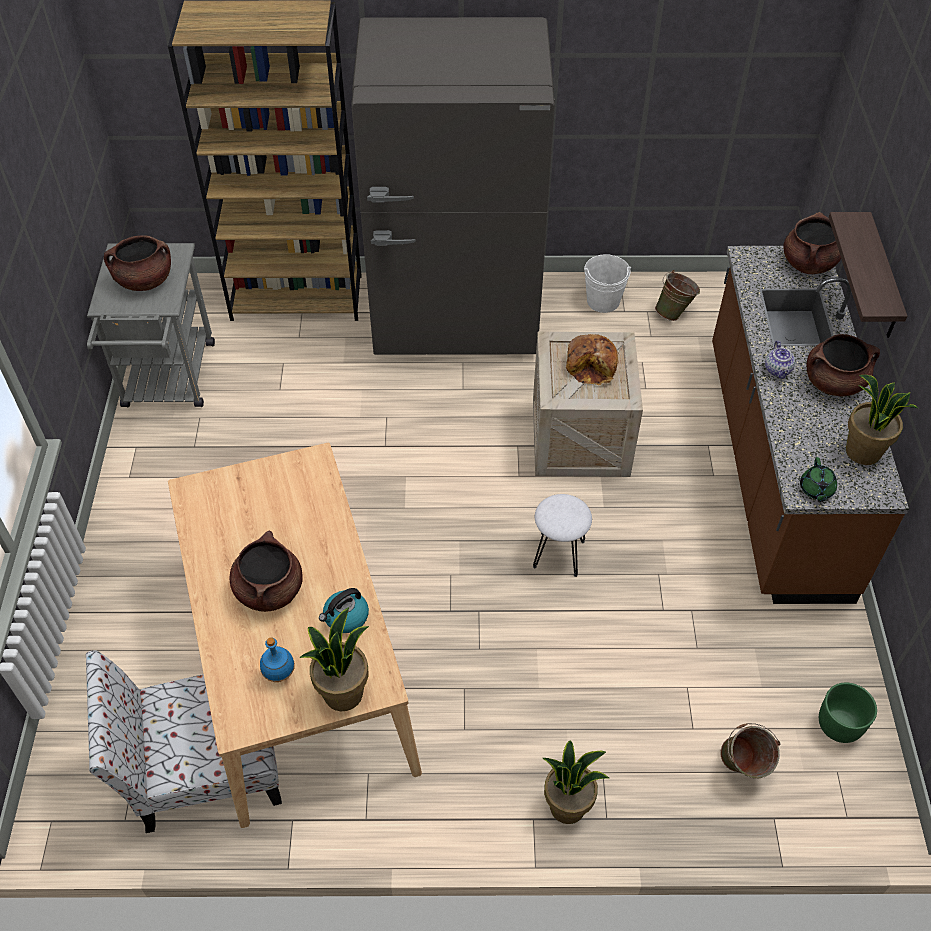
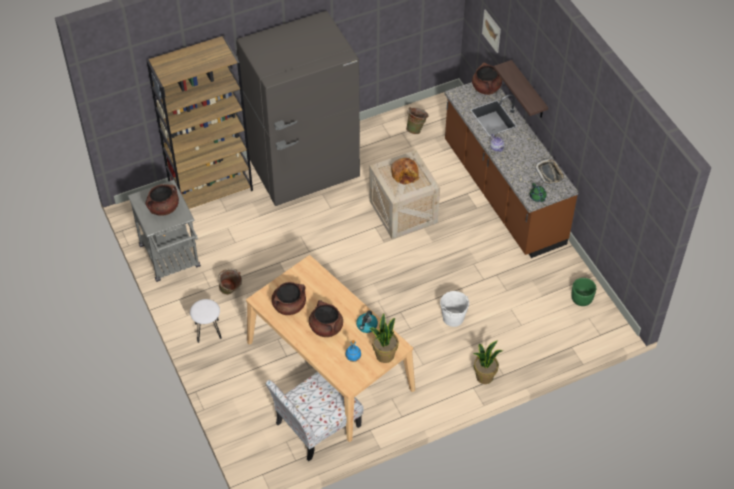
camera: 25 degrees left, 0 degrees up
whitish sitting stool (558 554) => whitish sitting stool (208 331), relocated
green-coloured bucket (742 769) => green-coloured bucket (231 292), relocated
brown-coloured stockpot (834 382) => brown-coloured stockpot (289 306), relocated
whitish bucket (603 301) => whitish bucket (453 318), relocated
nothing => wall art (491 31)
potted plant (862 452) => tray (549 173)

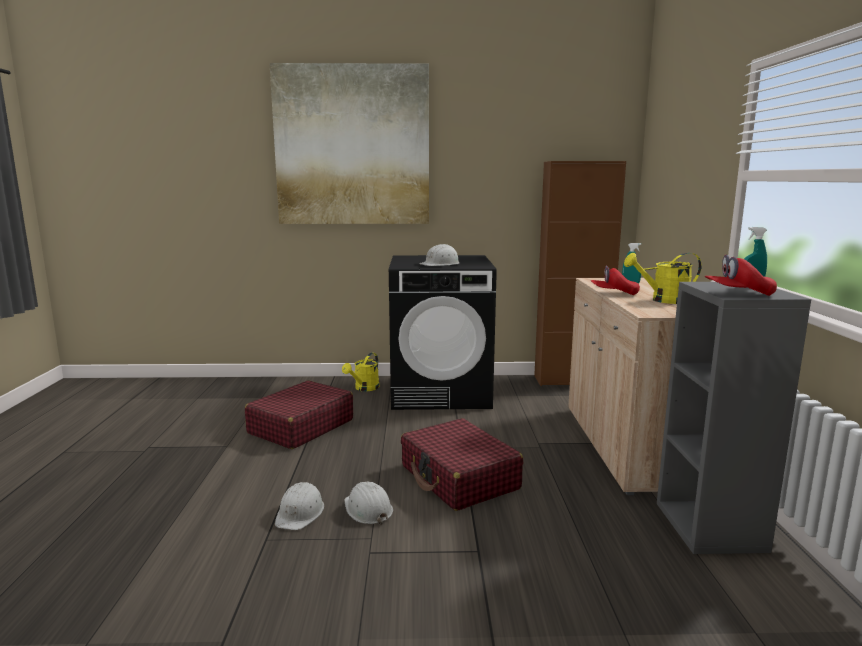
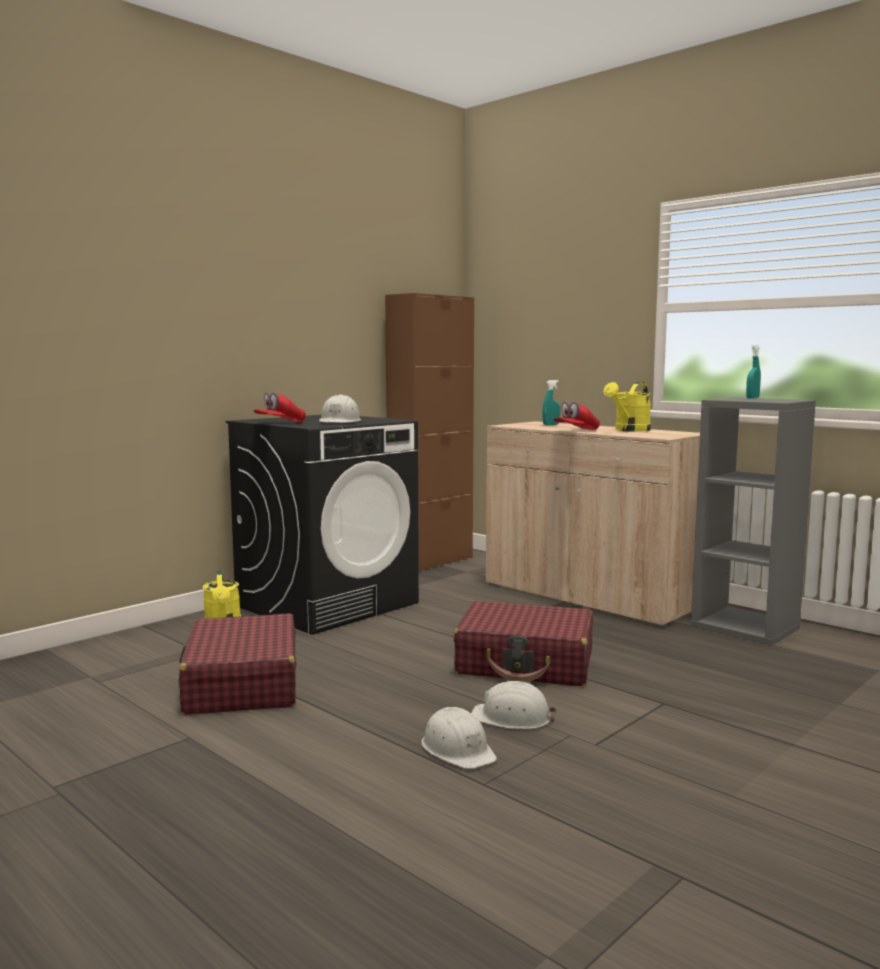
camera: 45 degrees left, 5 degrees down
red cap (738 294) => red cap (280 423), relocated
wall art (352 146) => nothing

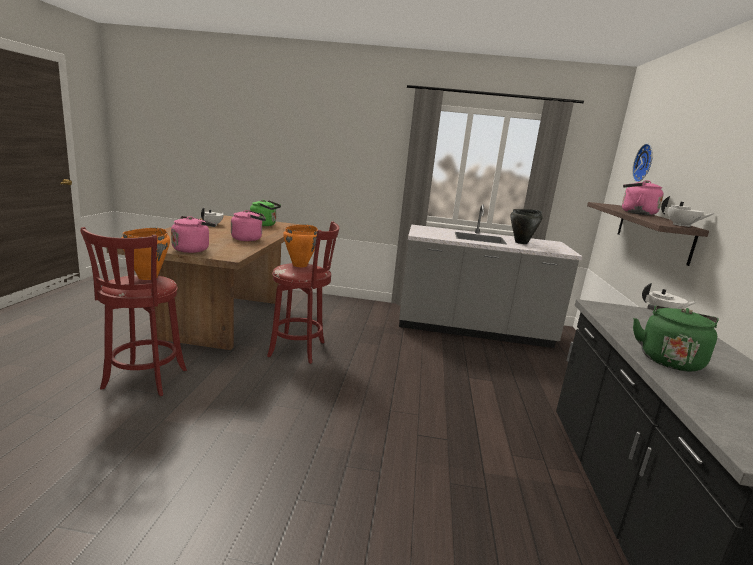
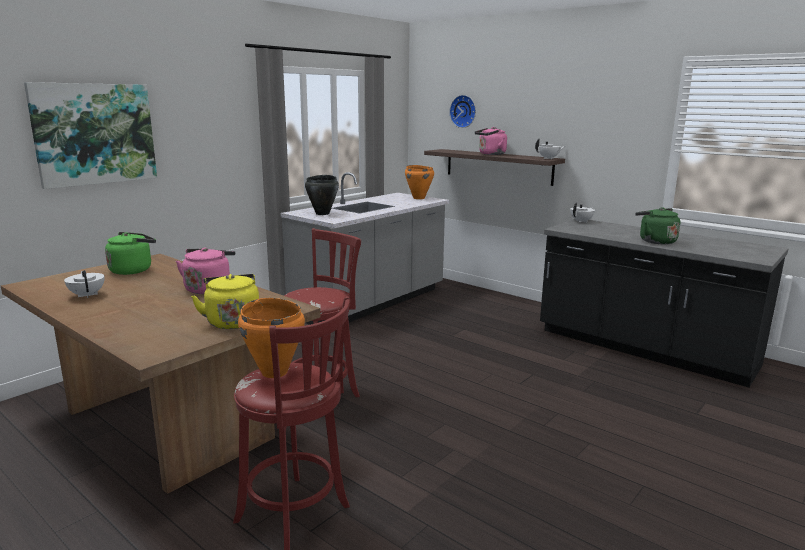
camera: 55 degrees left, 0 degrees up
nothing => wall art (94 134)
pink kettle (192 249) => yellowish kettle (232 321)
black stockpot (521 242) => black stockpot (323 213), relocated
orange stockpot (300 265) => orange stockpot (419 198), relocated

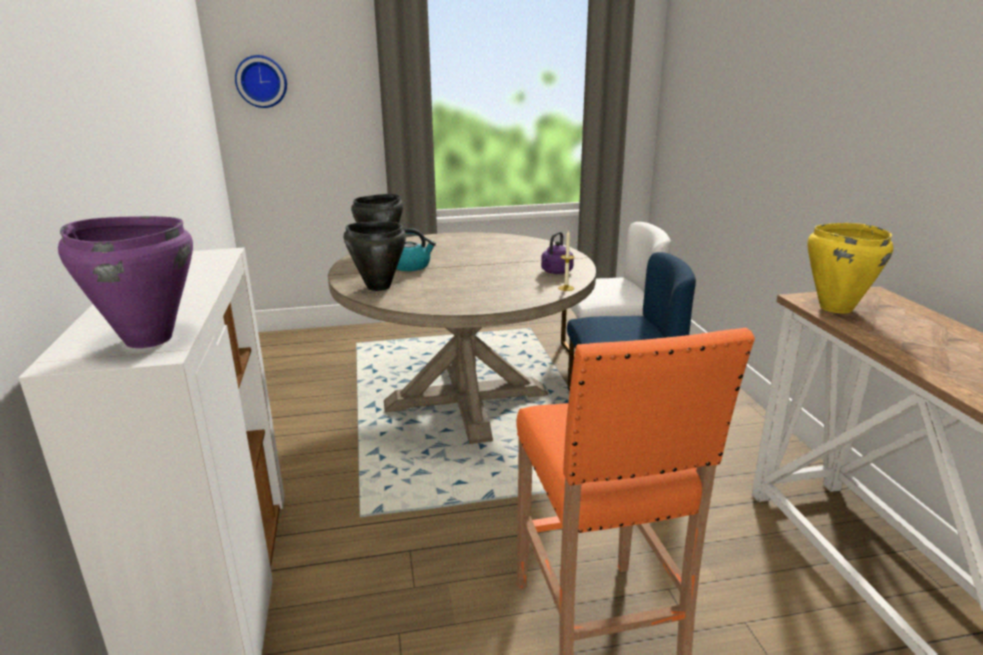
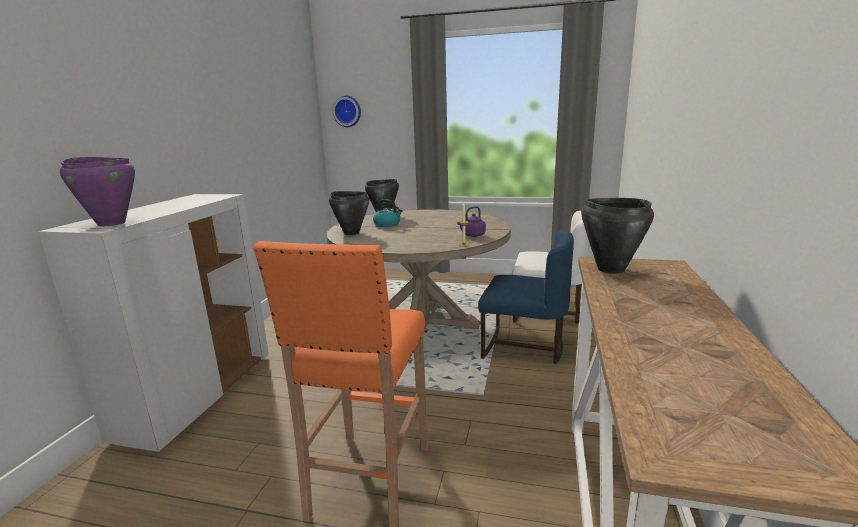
camera: 25 degrees right, 5 degrees down
yellowish stockpot (835 308) => black stockpot (610 269)

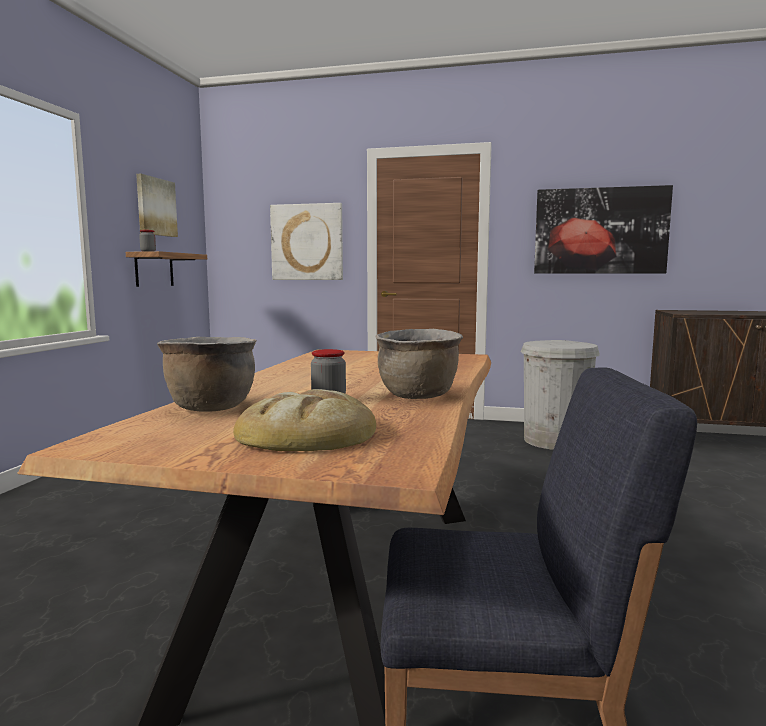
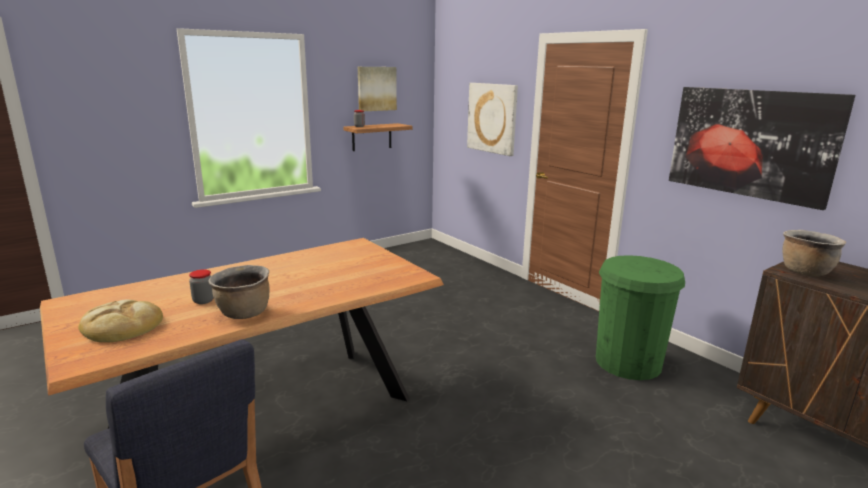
camera: 40 degrees right, 10 degrees up
whitish waste bin (555 441) => green-coloured waste bin (628 362)
brown-coloured stockpot (210 407) => brown-coloured stockpot (805 272), relocated

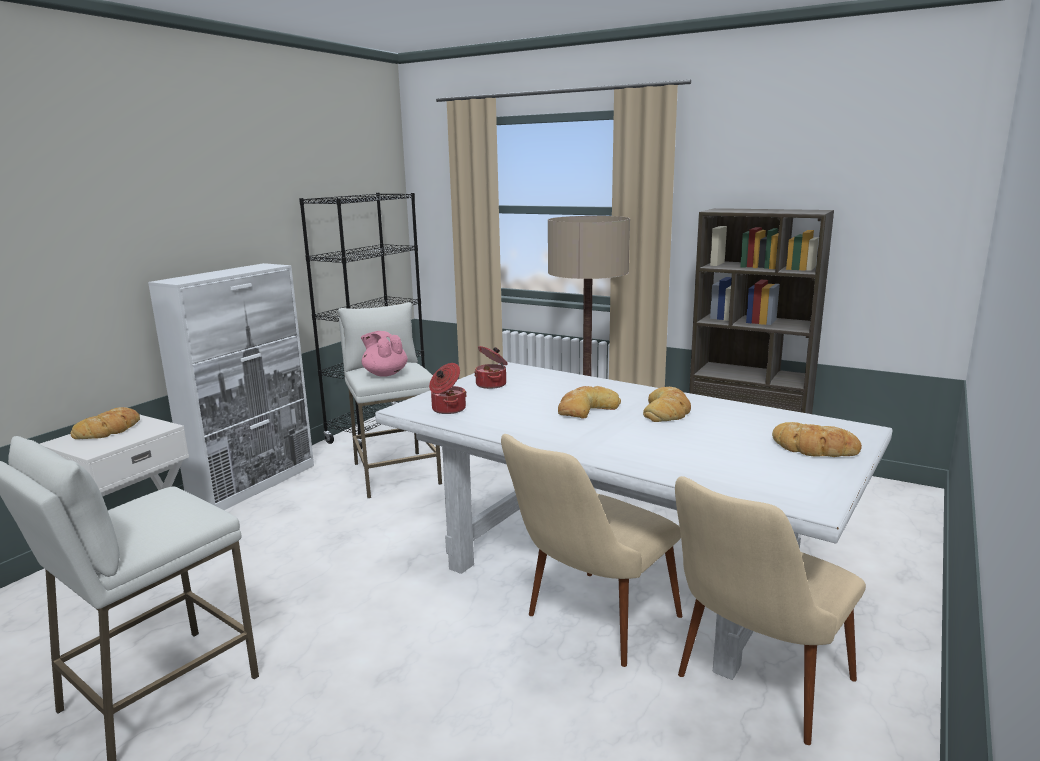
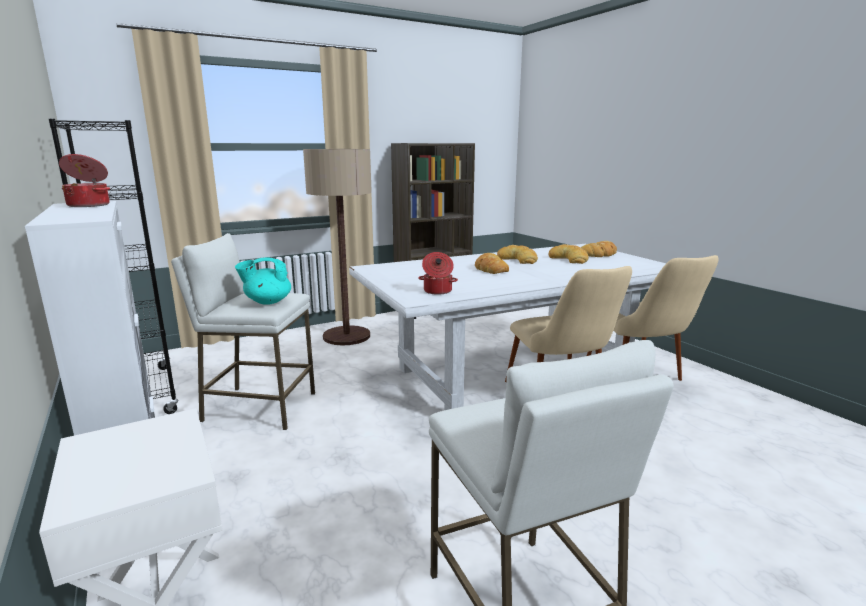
camera: 60 degrees left, 0 degrees up
stockpot (492 384) => stockpot (90 205), relocated
pink tea pot (385 374) => blue-green tea pot (267 302)
bakery bread (110 430) => bakery bread (569 259), relocated

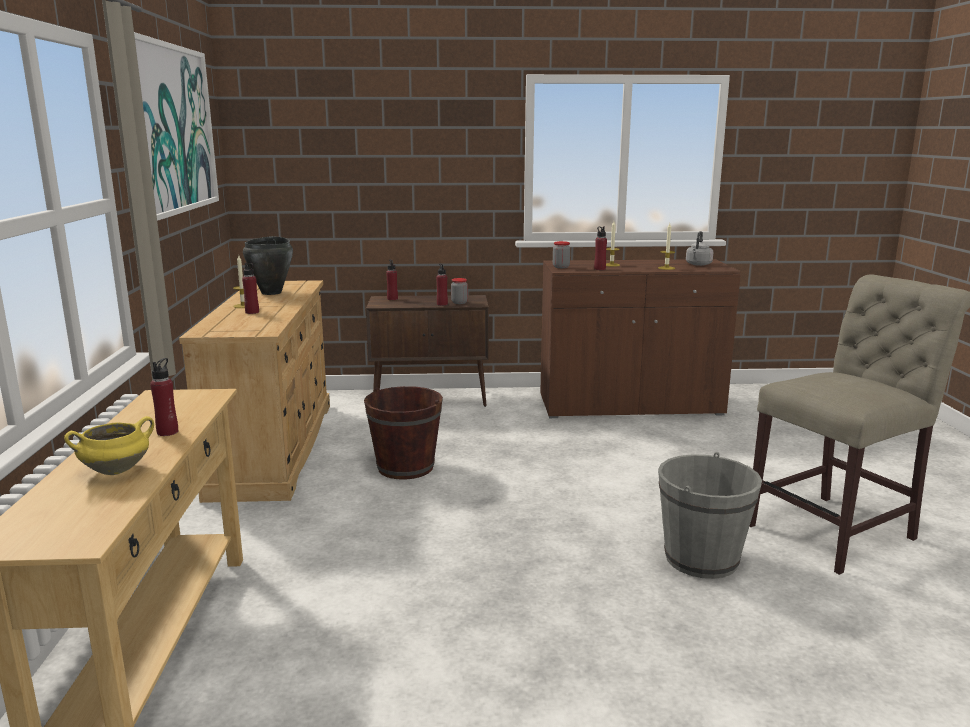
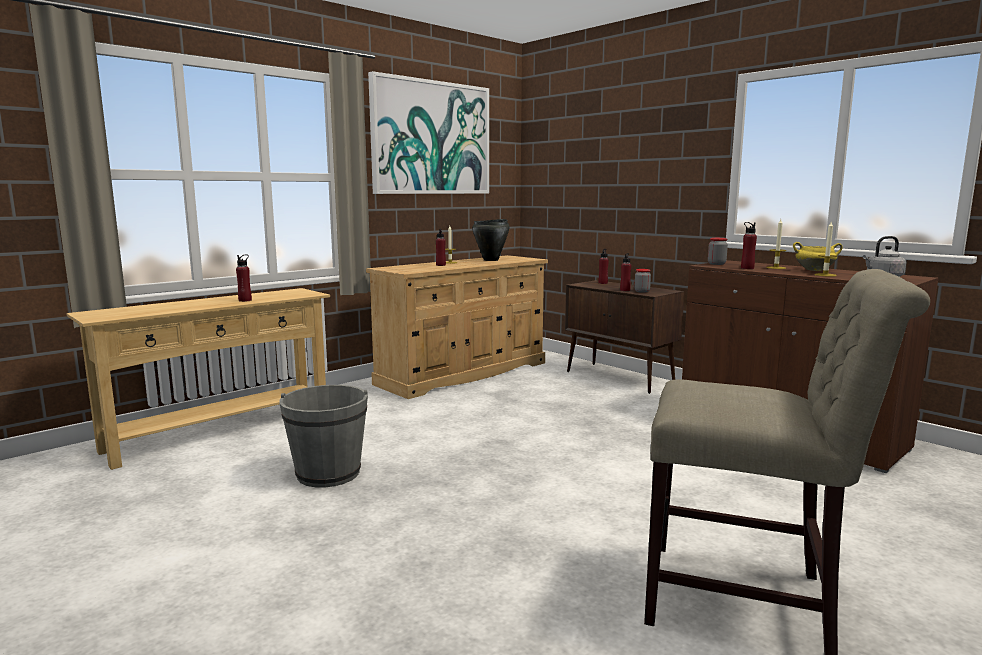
camera: 50 degrees right, 5 degrees down
grey bucket (701 559) => grey bucket (328 473), relocated
yellowish stockpot (117 470) => yellowish stockpot (815 270), relocated
brown-coloured bucket (405 467) => nothing

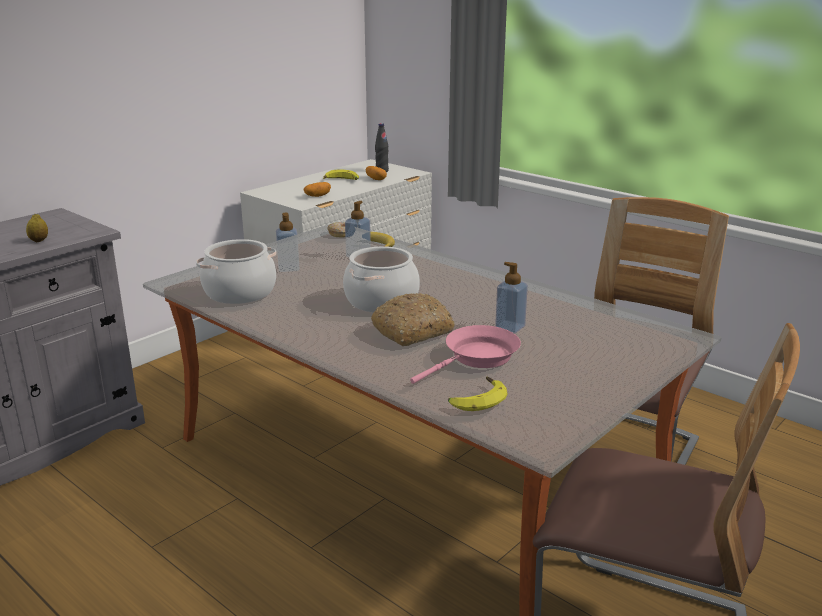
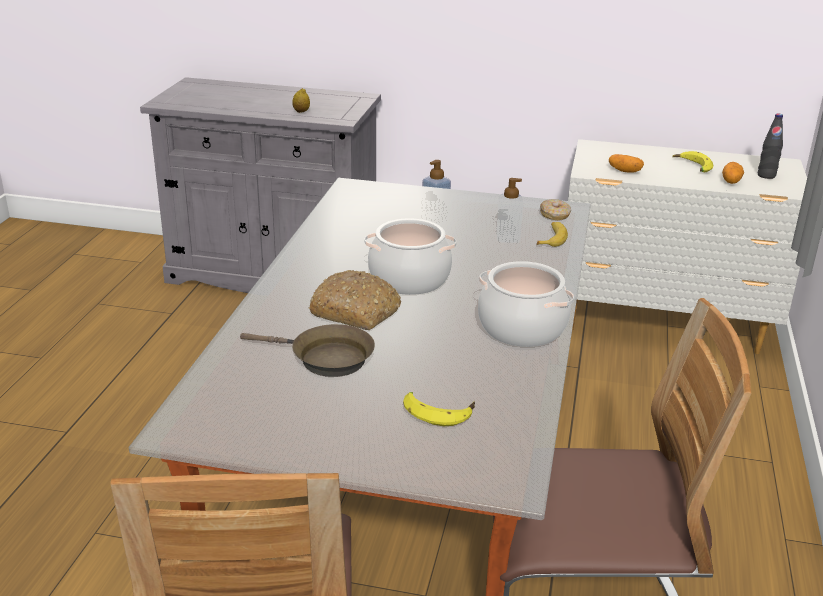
camera: 60 degrees right, 5 degrees up
pink frying pan (477 358) => brown-coloured frying pan (325 359)
banana (476 400) => banana (438 412), relocated
stockpot (239 292) => stockpot (521 328), relocated
soap bottle (510 327) => nothing

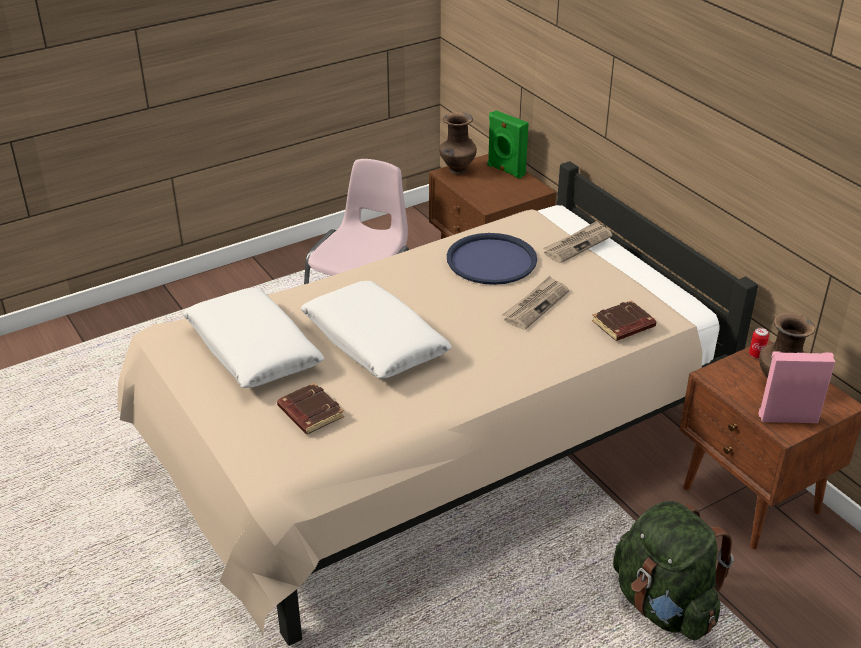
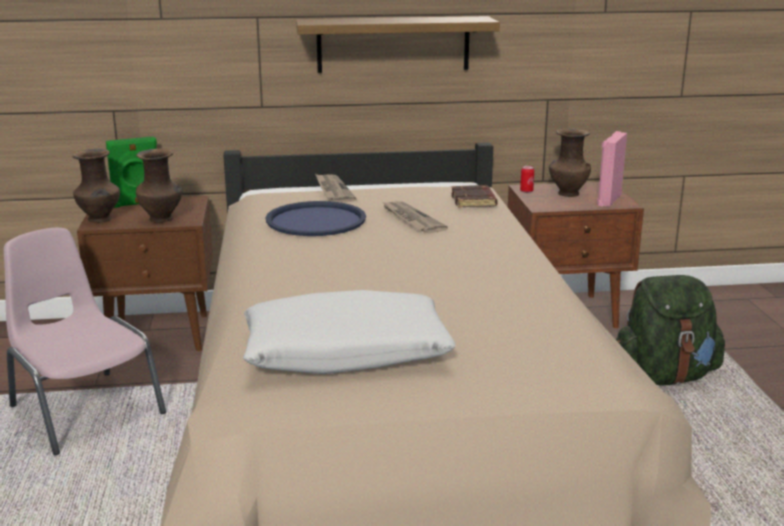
camera: 65 degrees left, 15 degrees down
nothing => brown-coloured vase (162 219)
nothing => shelf (393 44)
brown-coloured book (309 413) => nothing
whitish cushion (374 342) => nothing

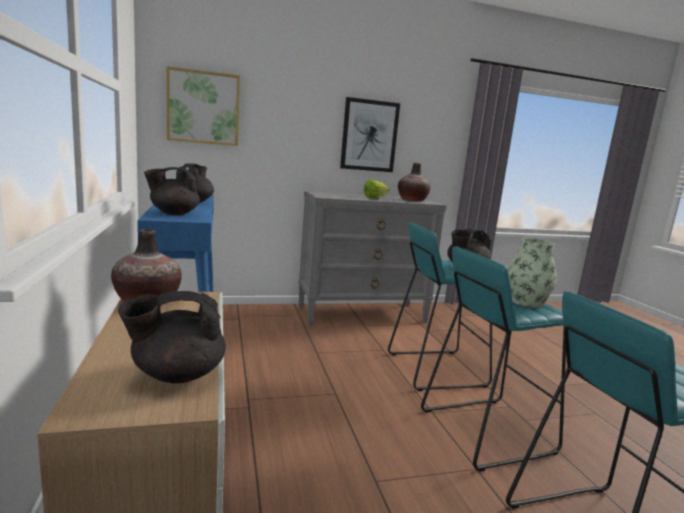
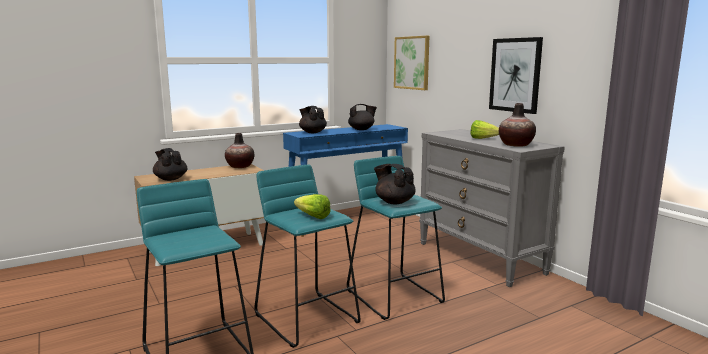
camera: 75 degrees right, 0 degrees up
vase (526 302) => head of lettuce (311 216)

